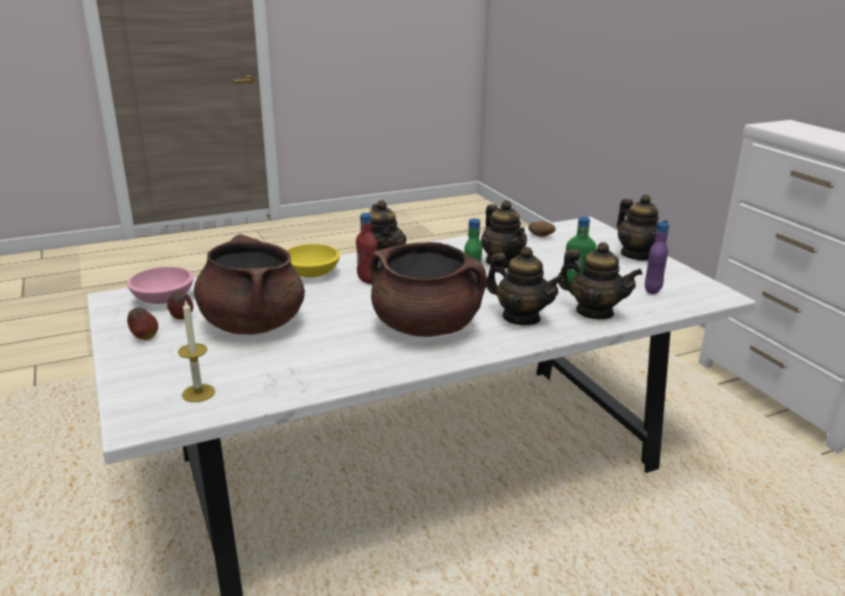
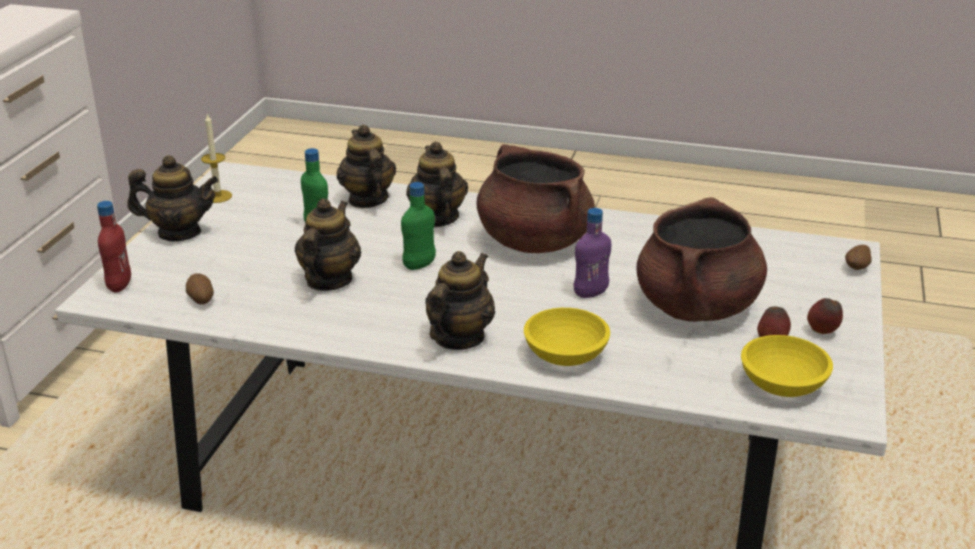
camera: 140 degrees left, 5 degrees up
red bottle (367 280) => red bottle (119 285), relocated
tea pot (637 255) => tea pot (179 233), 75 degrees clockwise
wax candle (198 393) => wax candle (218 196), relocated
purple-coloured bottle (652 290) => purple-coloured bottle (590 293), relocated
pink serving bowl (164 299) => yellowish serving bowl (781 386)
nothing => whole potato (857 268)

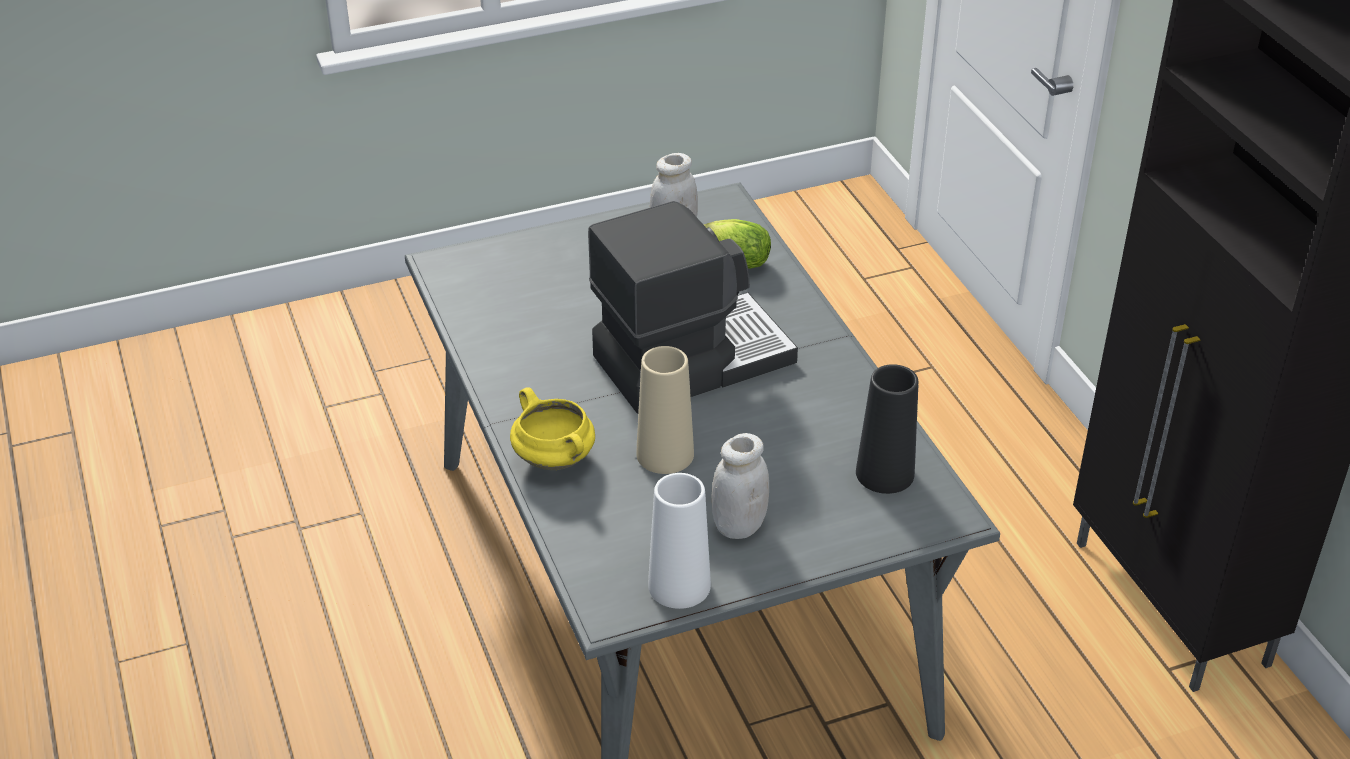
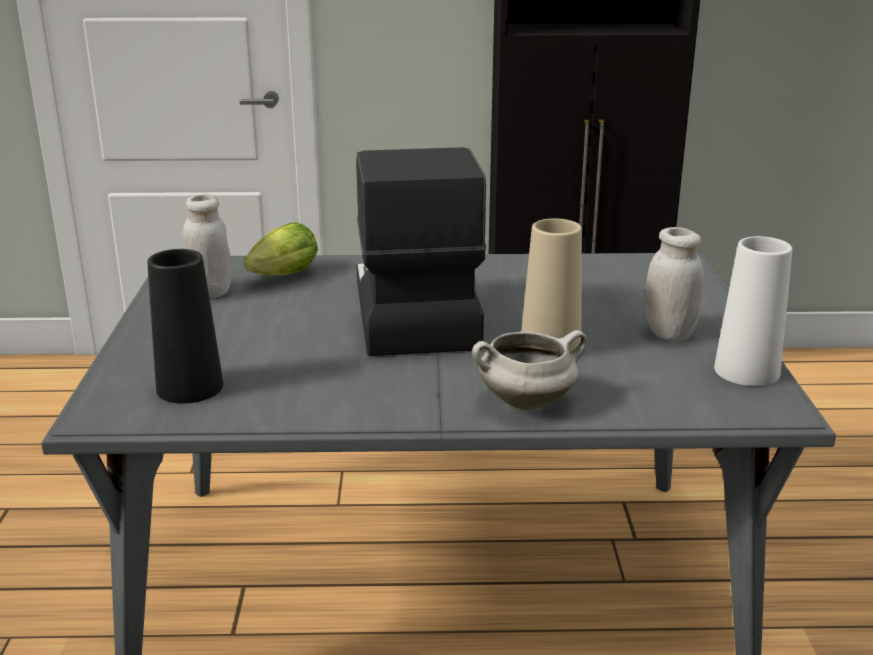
camera: 70 degrees left, 15 degrees down
black vase (885 473) => black vase (190 387), relocated
yellowish stockpot (556 459) => whitish stockpot (527 401)

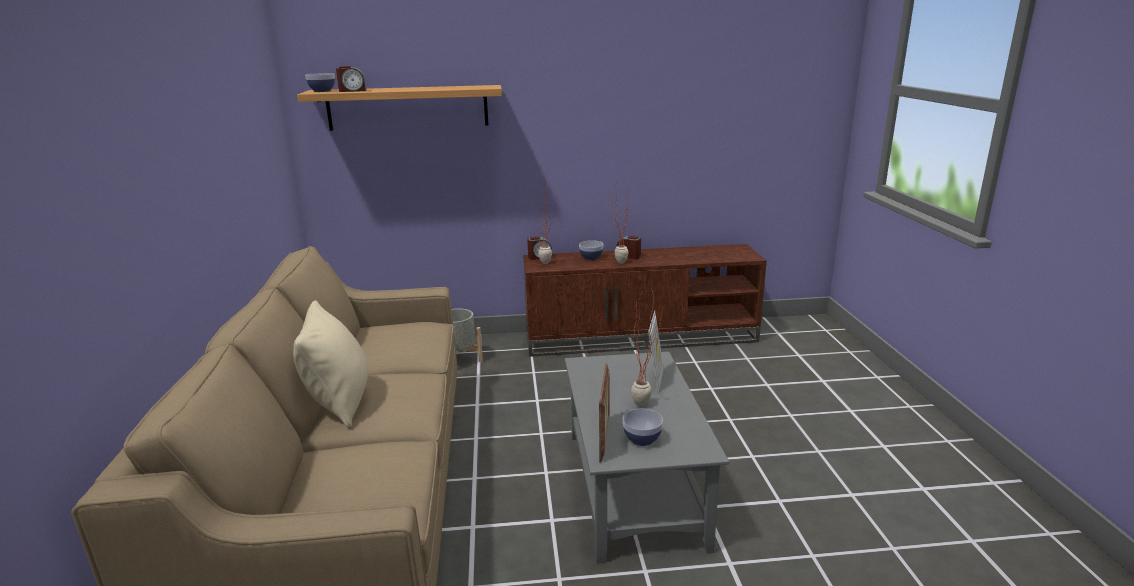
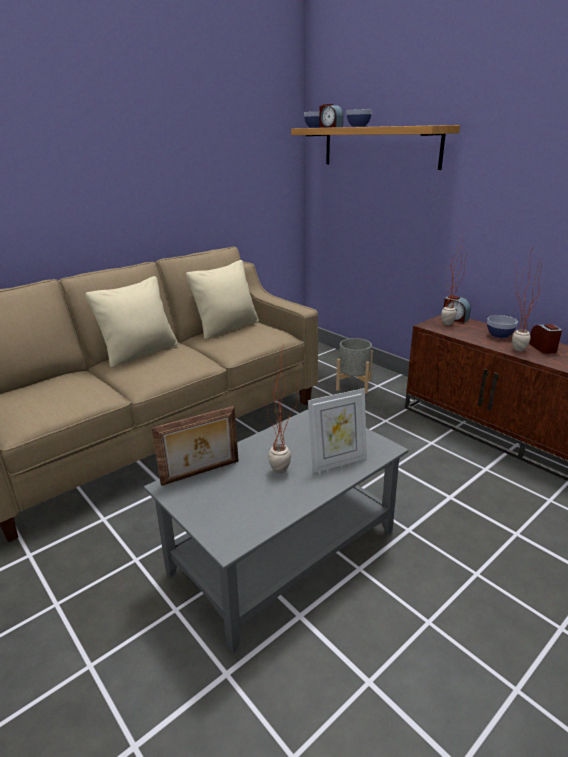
camera: 55 degrees right, 5 degrees up
nothing => beige-coloured cushion (227 328)
serving bowl (642 439) => serving bowl (358 126), relocated

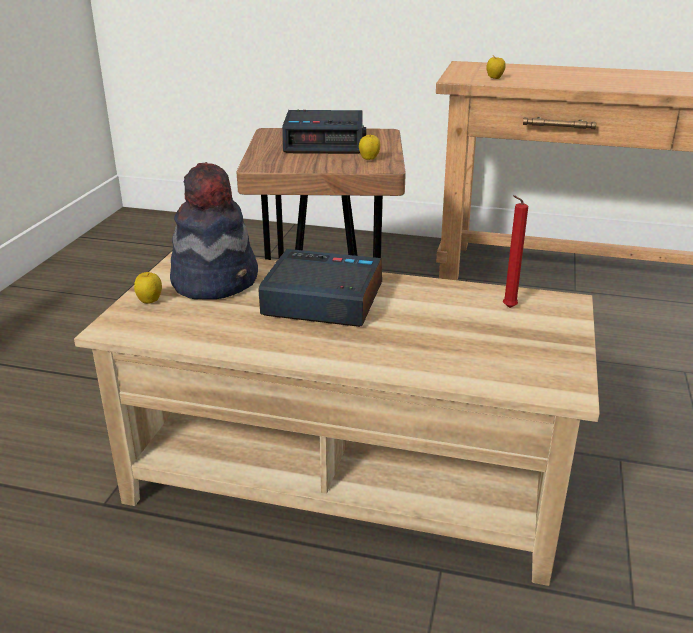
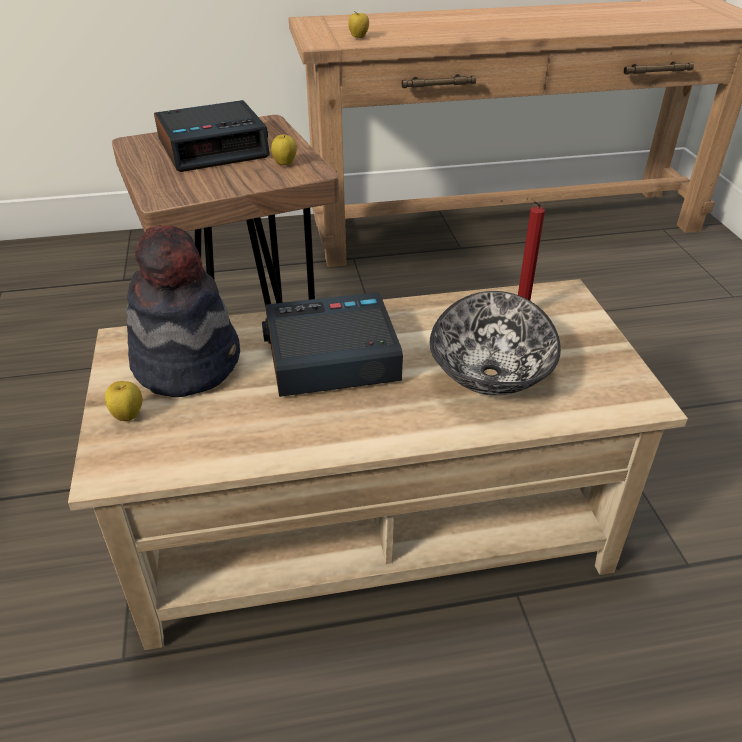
camera: 25 degrees left, 10 degrees up
nothing => serving bowl (492 374)

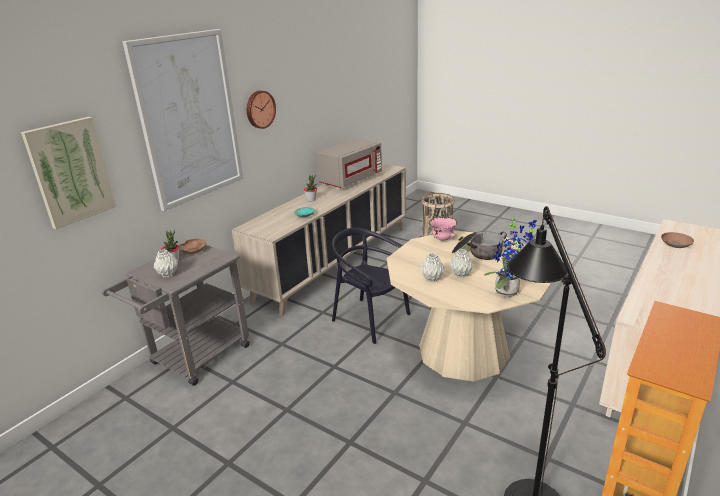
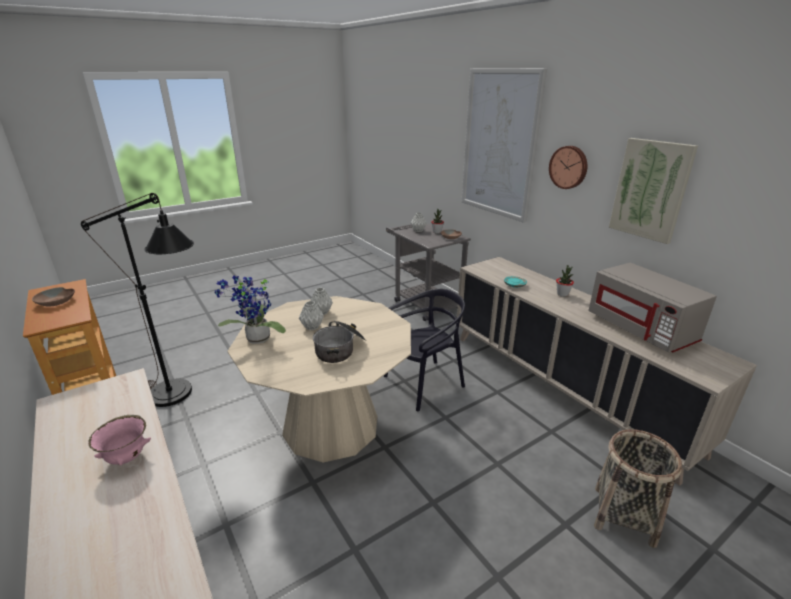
camera: 110 degrees right, 0 degrees up
brown-coloured serving bowl (675 244) => brown-coloured serving bowl (56 302), relocated
pink serving bowl (442 239) => pink serving bowl (127 458), relocated
wall art (70 172) => wall art (650 190), relocated

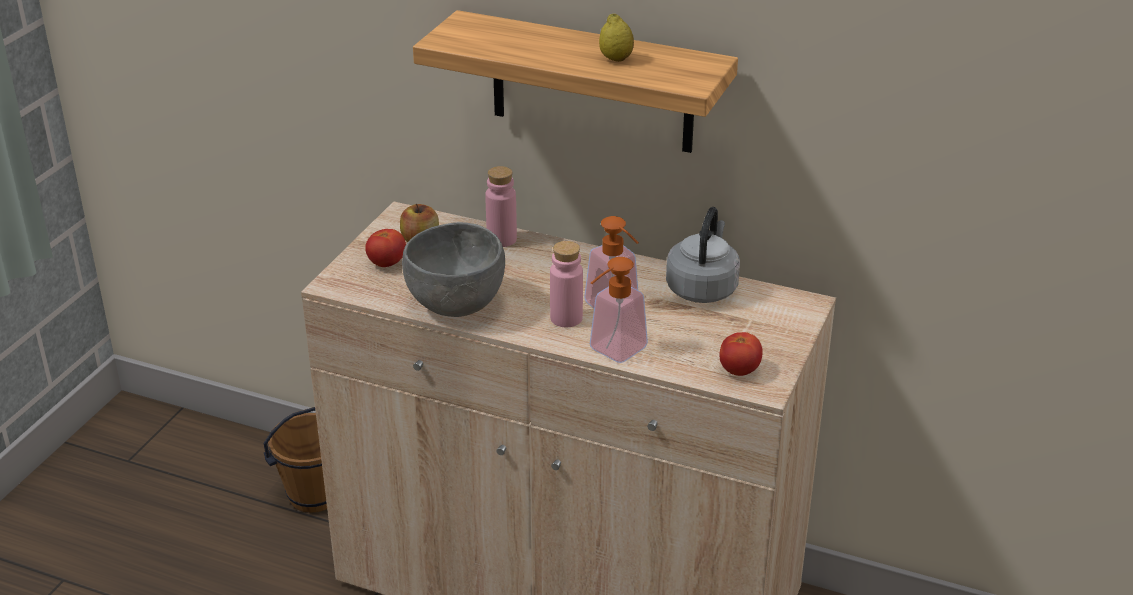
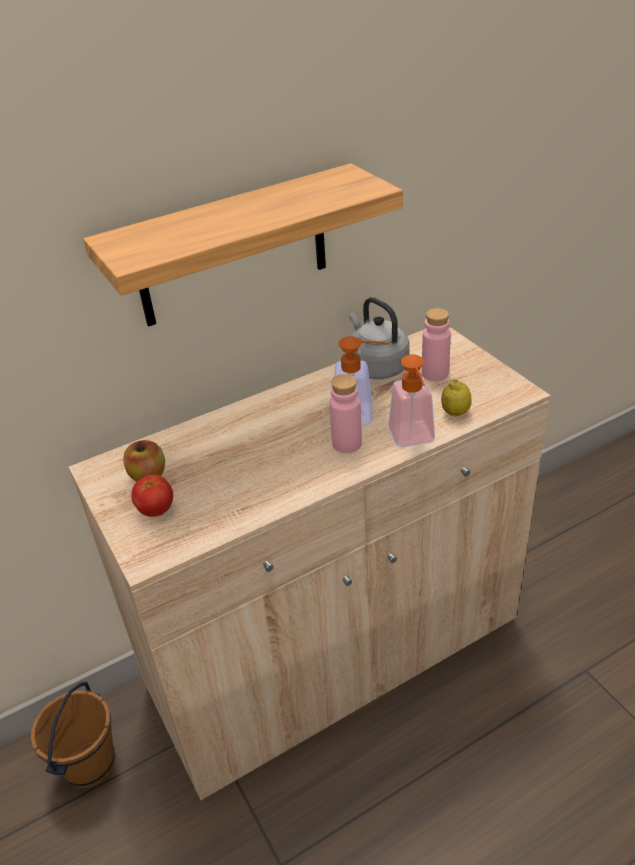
camera: 50 degrees left, 5 degrees up
pink bottle (501 239) => pink bottle (435 373), relocated
citrus fruit (616 59) => citrus fruit (455 412), relocated
grey serving bowl (455 305) => nothing
tomato (739 370) => nothing

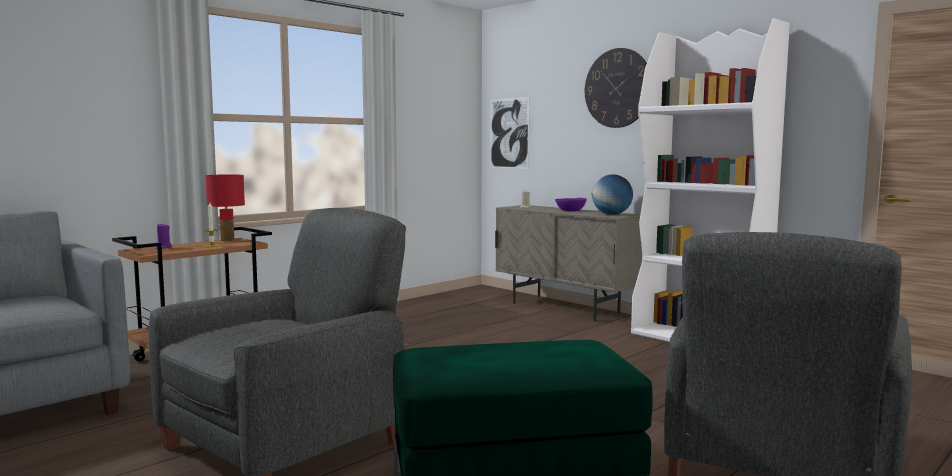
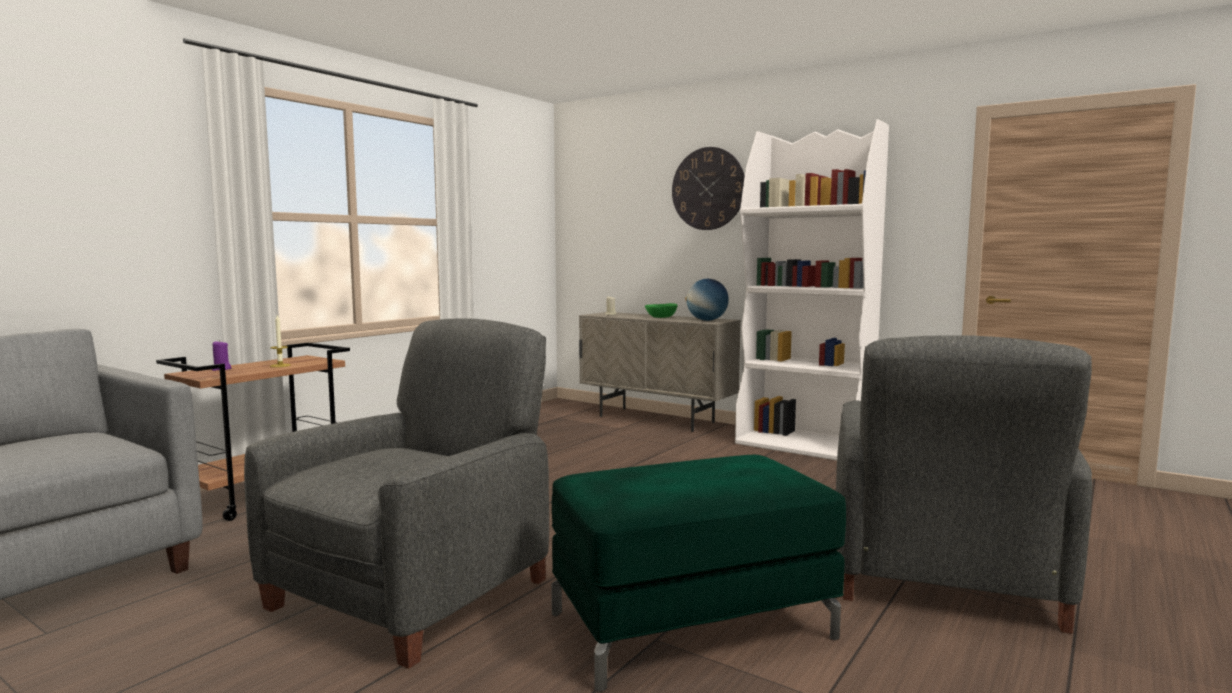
camera: 10 degrees left, 0 degrees up
purple-coloured serving bowl (570 211) => green-coloured serving bowl (661 317)
red tabletop lamp (228 240) => nothing
wall art (509 133) => nothing

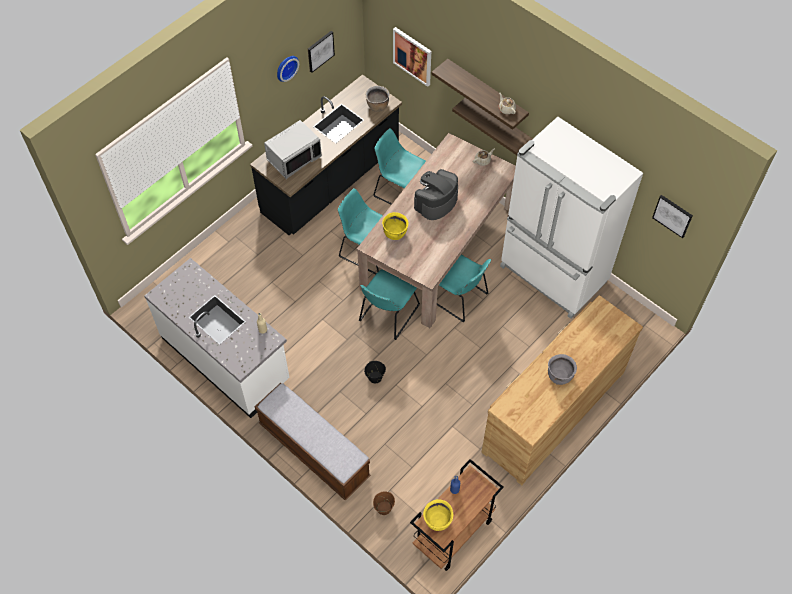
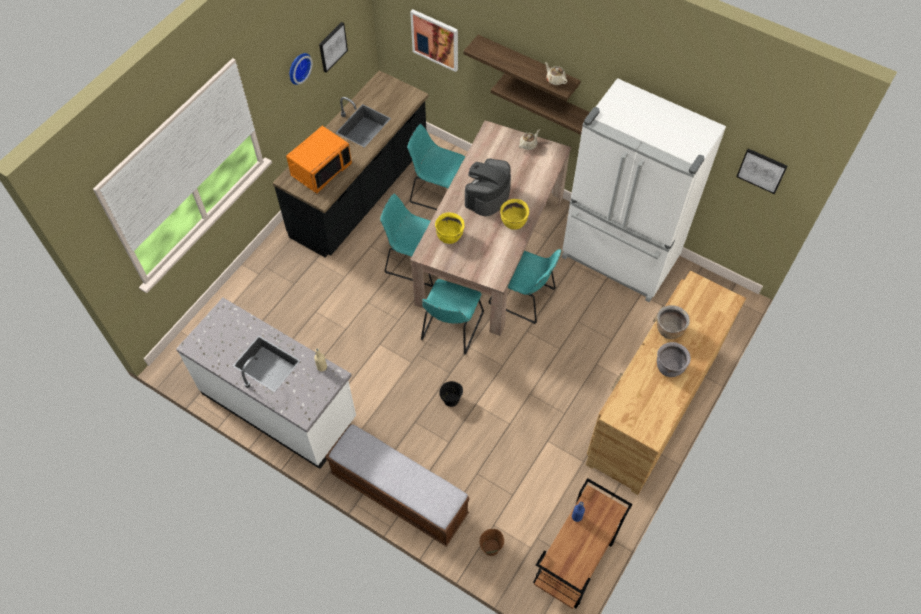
camera: 10 degrees left, 0 degrees up
grey microwave (294 158) => orange microwave (321 169)
yellowish stockpot (437 521) => yellowish stockpot (513 223), relocated
brown-coloured stockpot (377 106) => brown-coloured stockpot (668 330), relocated

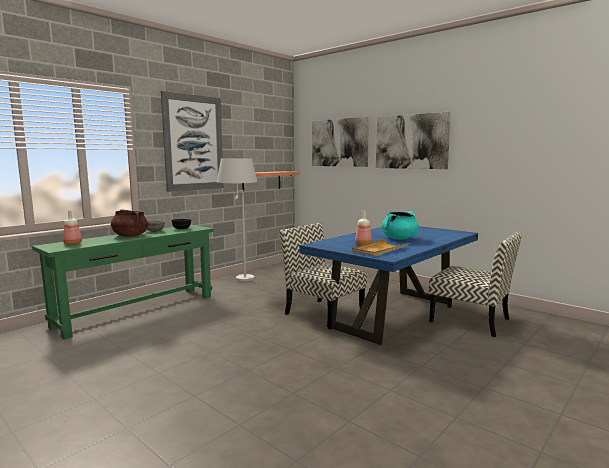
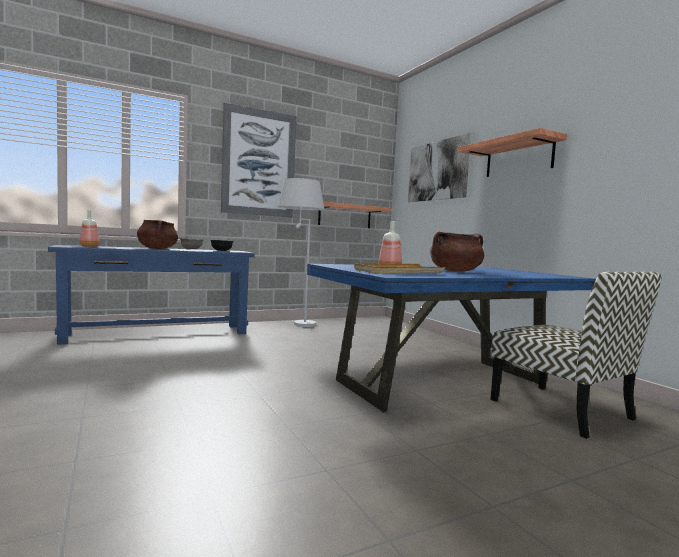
camera: 20 degrees right, 5 degrees down
green-coloured hall table (137 311) => blue hall table (158 334)
blue-green stockpot (399 239) => brown-coloured stockpot (455 271)
wall art (411 141) => shelf (518 158)
chair (323 313) => nothing

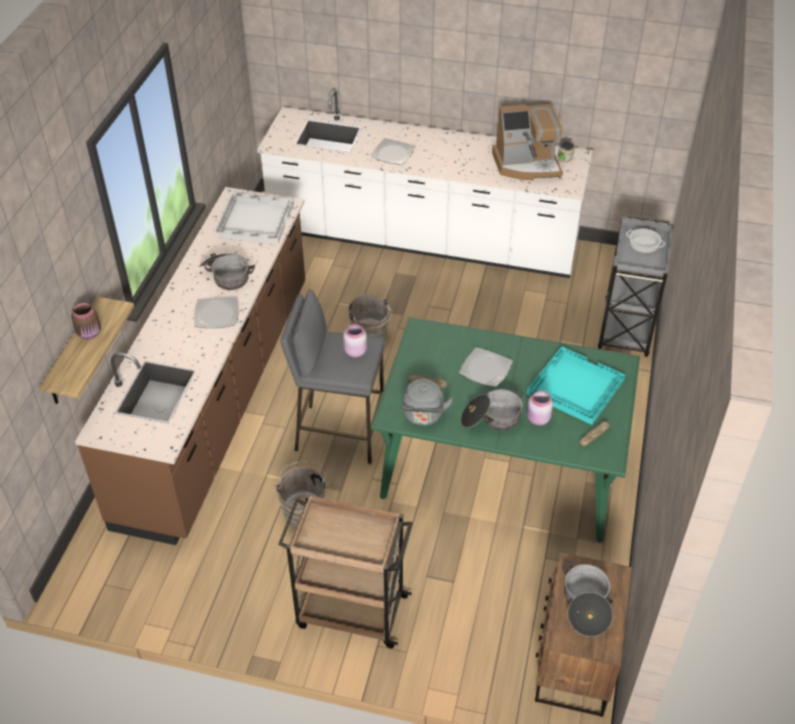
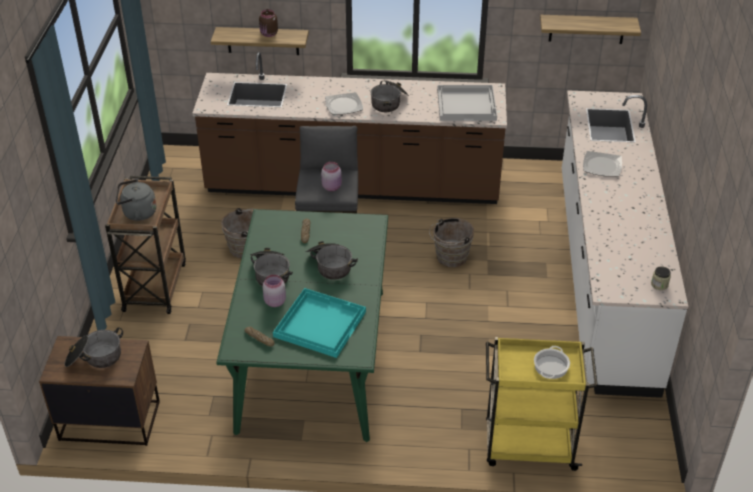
camera: 80 degrees right, 5 degrees down
grey kettle (423 416) => grey kettle (137 213), relocated
plate (485 369) => stockpot (330 265)
grey trolley (626 329) => yellowish trolley (528 446)
nothing => shelf (587 29)
coffee machine (527 165) => nothing

